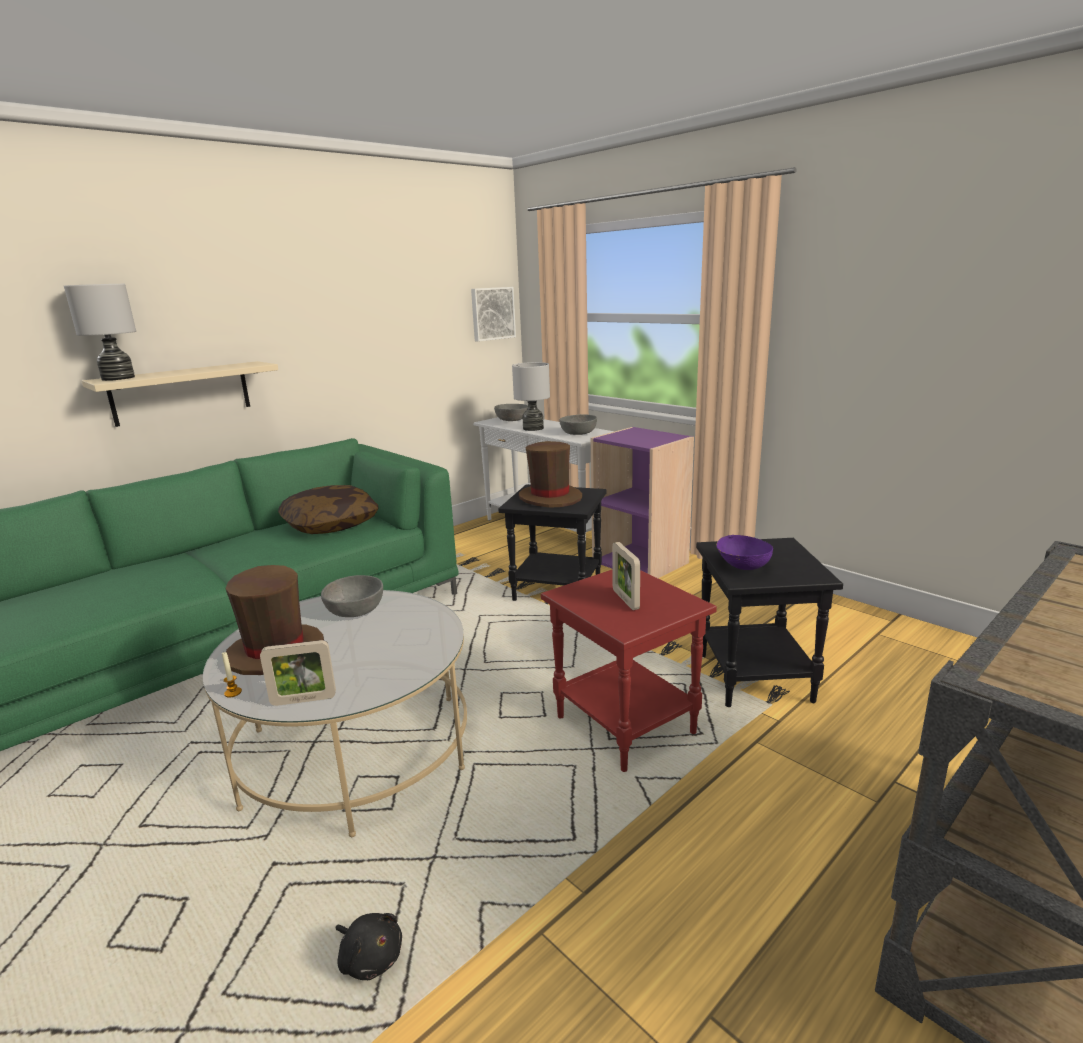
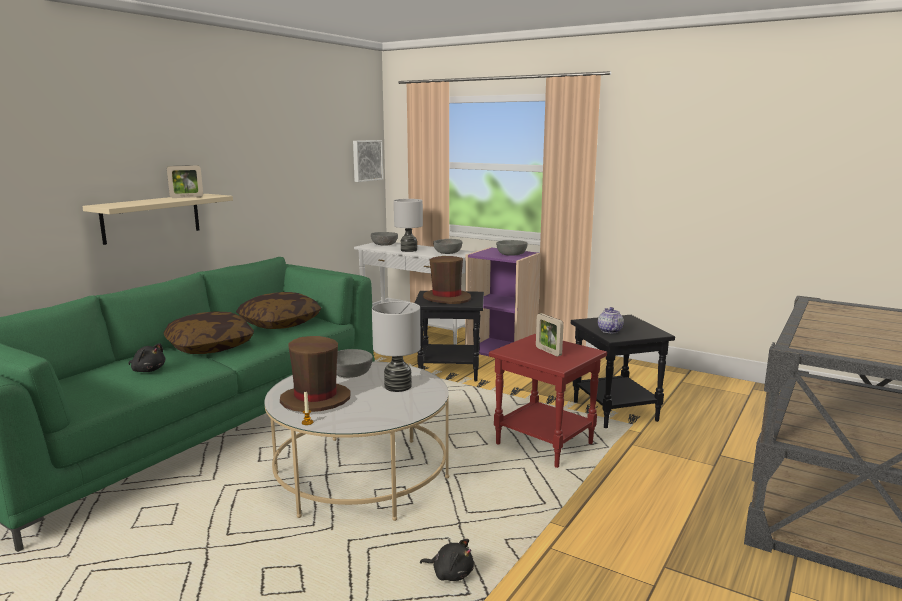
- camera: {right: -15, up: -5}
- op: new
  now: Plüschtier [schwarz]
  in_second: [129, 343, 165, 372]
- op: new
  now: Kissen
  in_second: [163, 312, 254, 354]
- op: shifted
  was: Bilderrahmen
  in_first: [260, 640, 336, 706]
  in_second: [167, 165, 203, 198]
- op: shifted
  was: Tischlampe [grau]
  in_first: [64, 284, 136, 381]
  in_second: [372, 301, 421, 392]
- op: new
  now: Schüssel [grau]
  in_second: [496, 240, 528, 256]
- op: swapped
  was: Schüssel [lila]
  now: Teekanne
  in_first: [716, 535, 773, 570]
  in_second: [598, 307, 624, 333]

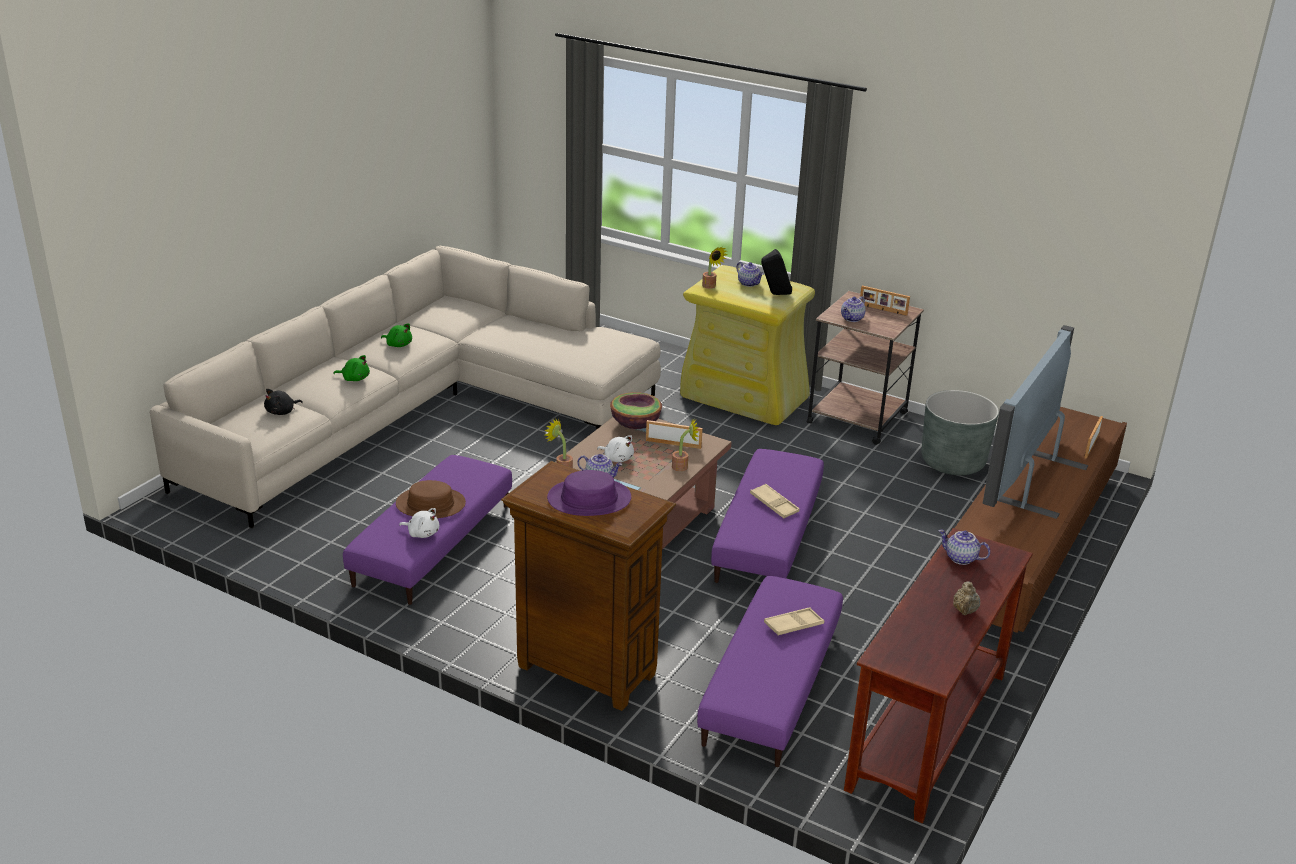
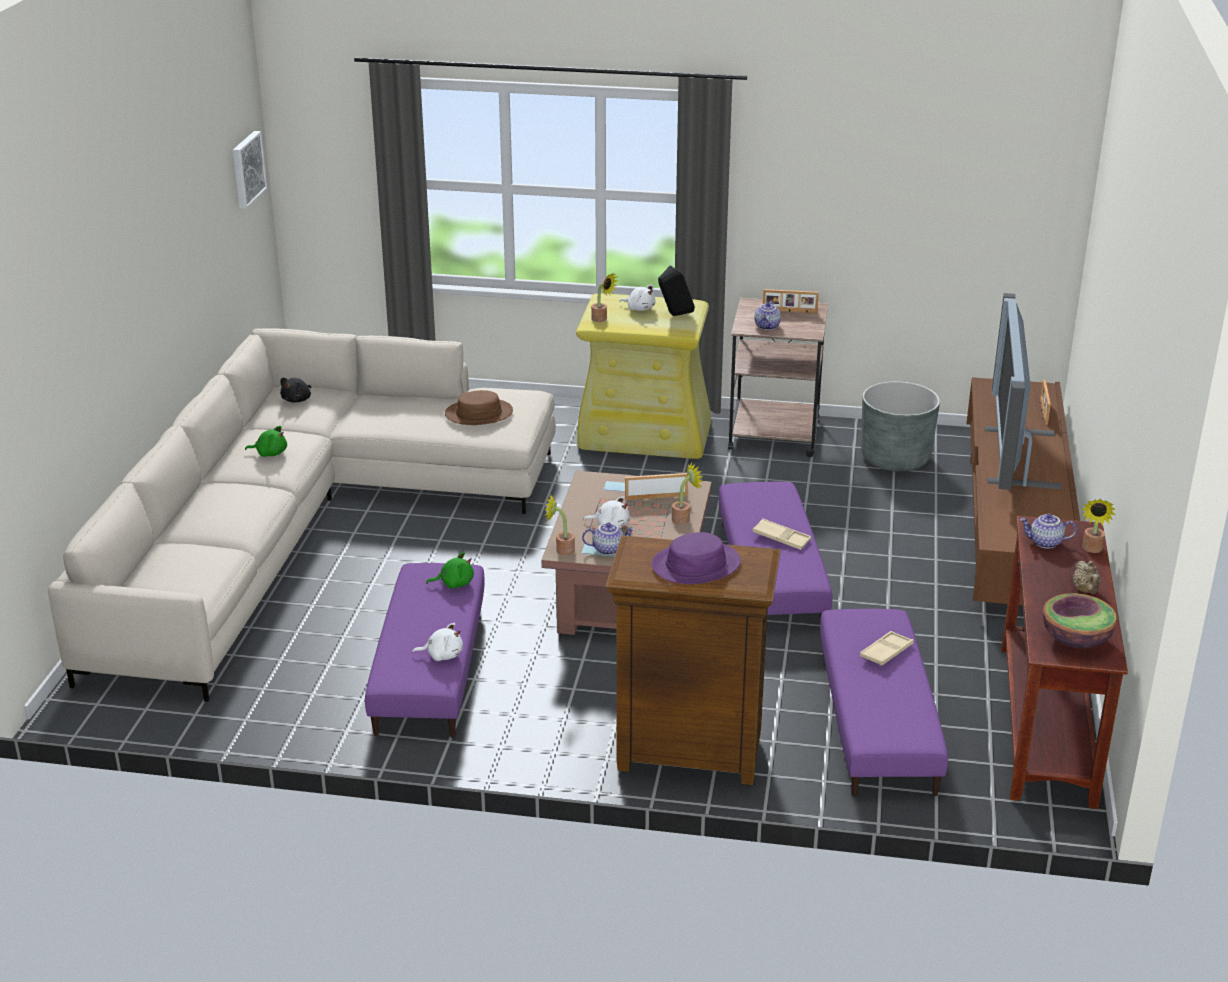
- camera: {right: -20, up: 0}
- op: new
  now: Bild
  in_second: [233, 131, 267, 209]
- op: shifted
  was: Plüschtier [schwarz]
  in_first: [264, 389, 303, 415]
  in_second: [280, 378, 311, 402]
- op: shifted
  was: Plüschtier [grün]
  in_first: [333, 355, 370, 381]
  in_second: [426, 552, 474, 589]
- op: shifted
  was: Hut [braun]
  in_first: [396, 480, 466, 518]
  in_second: [445, 390, 513, 425]
- op: swapped
  was: Teekanne
  now: Plüschtier [weiß]
  in_first: [736, 262, 763, 287]
  in_second: [619, 285, 656, 311]
- op: shifted
  was: Schüssel
  in_first: [610, 392, 662, 429]
  in_second: [1043, 593, 1118, 649]
- op: new
  now: Topfpflanze
  in_second: [1082, 499, 1116, 553]

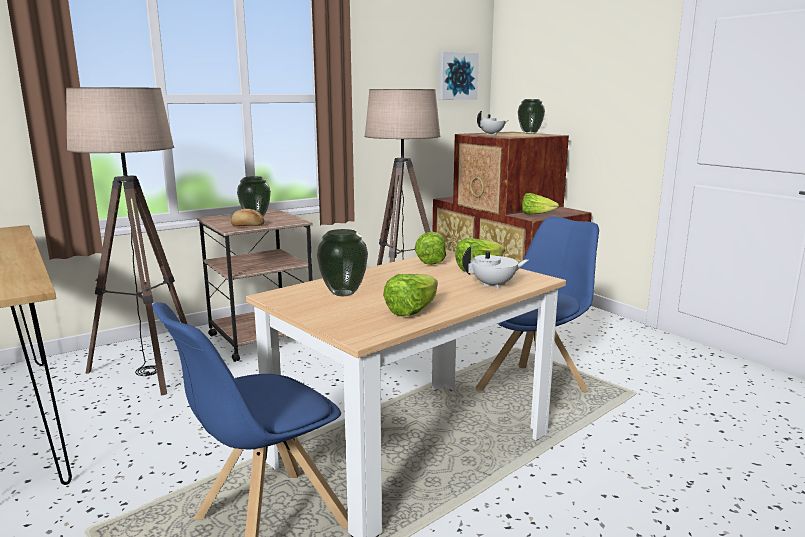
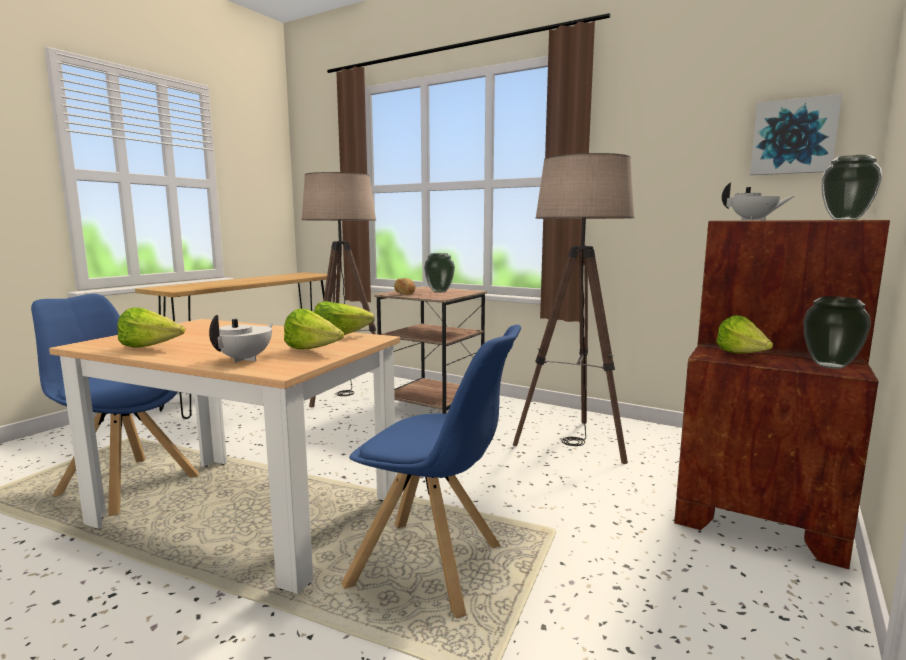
- camera: {right: 65, up: -5}
- op: rotated
  was: Teekanne [weiß]
  in_first: [462, 246, 529, 289]
  in_second: [209, 315, 273, 363]
  clockwise: -120
- op: shifted
  was: Vase
  in_first: [317, 229, 368, 296]
  in_second: [803, 296, 871, 369]

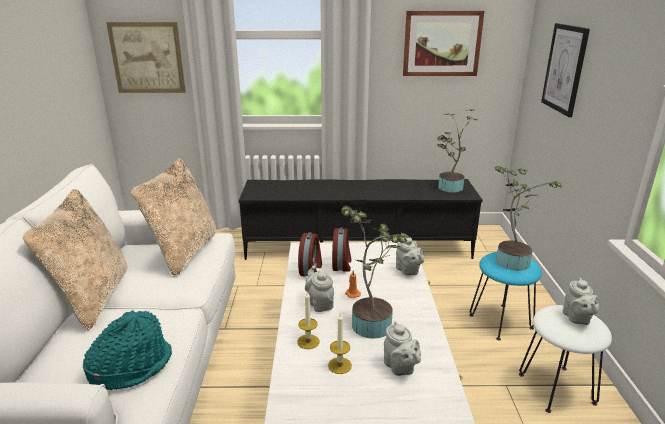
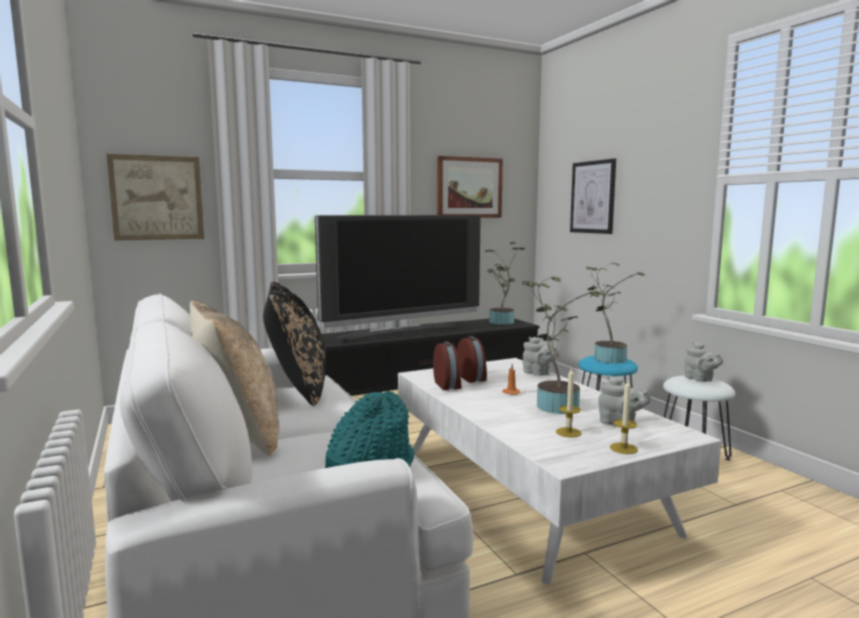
- camera: {right: -25, up: -15}
- op: repainted
  was: Kissen [beige]
  now: Kissen [schwarz]
  in_first: [131, 158, 216, 277]
  in_second: [263, 282, 326, 406]
- op: new
  now: Fernseher
  in_second: [315, 215, 481, 342]
- op: shifted
  was: Kerze
  in_first: [297, 292, 319, 349]
  in_second: [610, 380, 638, 454]
- op: gone
  was: Teekanne [grau]
  in_first: [305, 266, 334, 312]

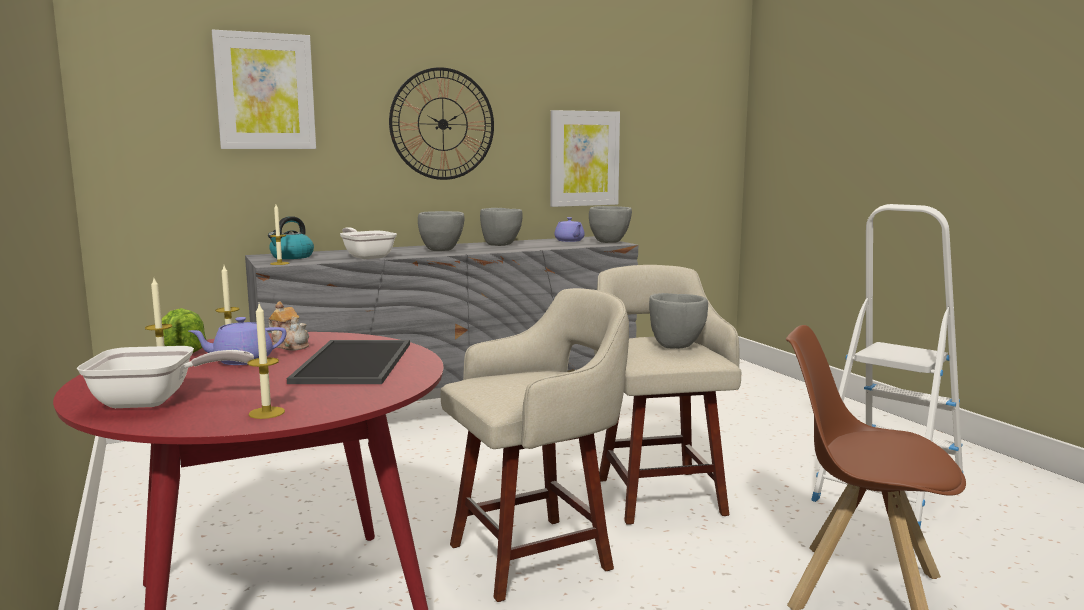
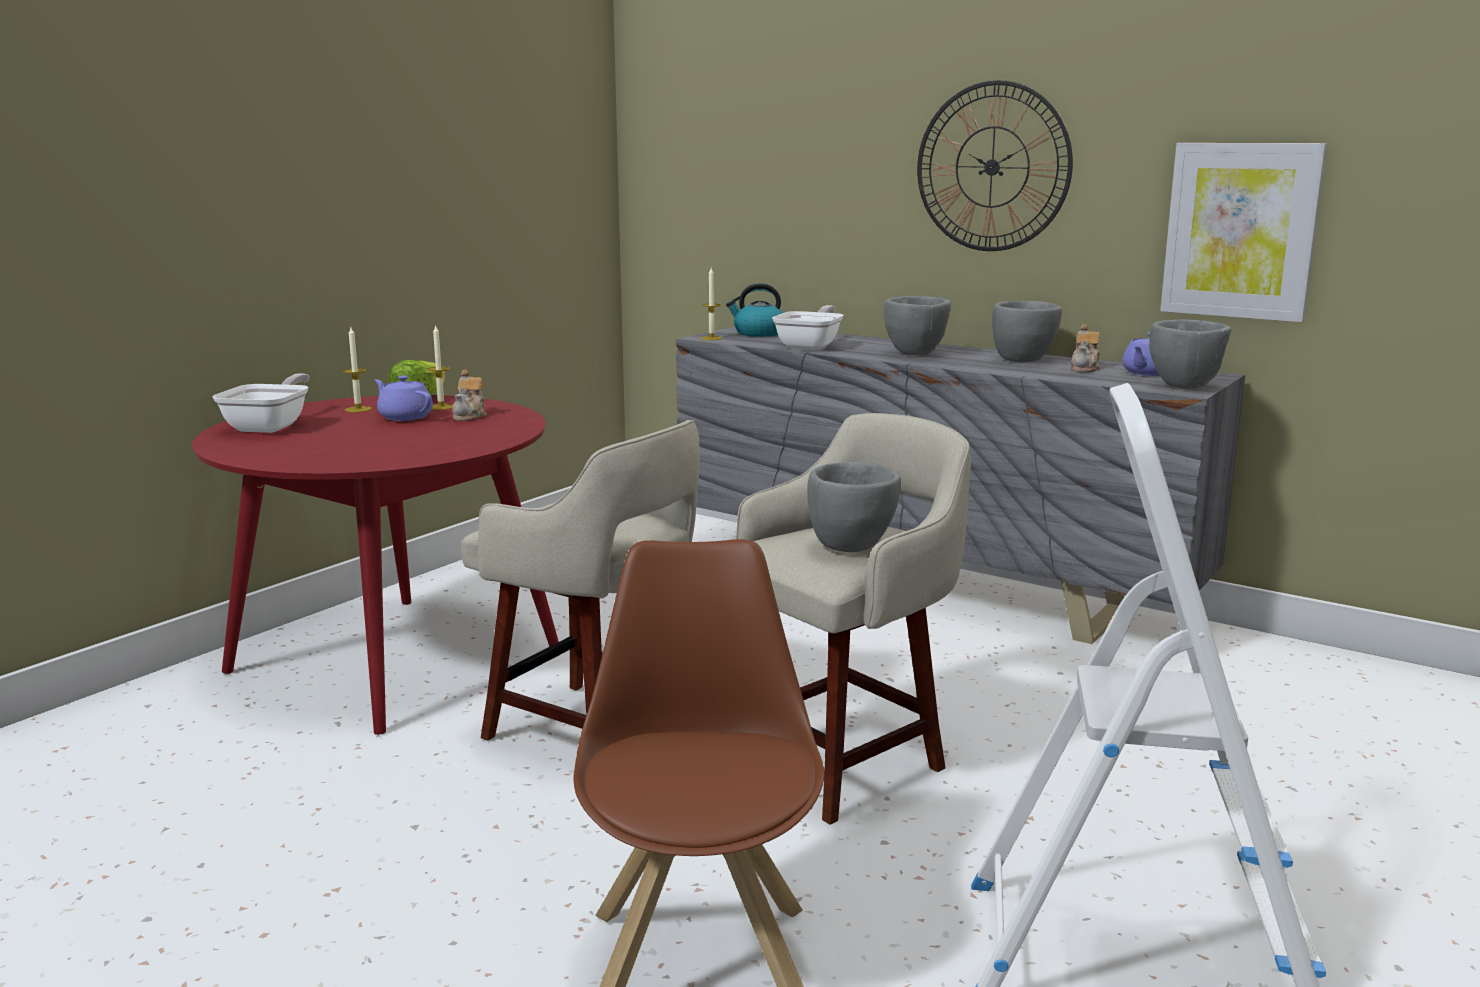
- camera: {right: 60, up: 5}
- op: rotated
  was: Pfanne
  in_first: [77, 346, 254, 408]
  in_second: [212, 374, 309, 433]
  clockwise: -135
- op: new
  now: Teekanne
  in_second: [1071, 324, 1101, 372]
- op: gone
  was: Bild
  in_first: [212, 29, 316, 149]
- op: gone
  was: Kerze
  in_first: [247, 304, 285, 419]
- op: gone
  was: Tablett
  in_first: [287, 340, 410, 384]

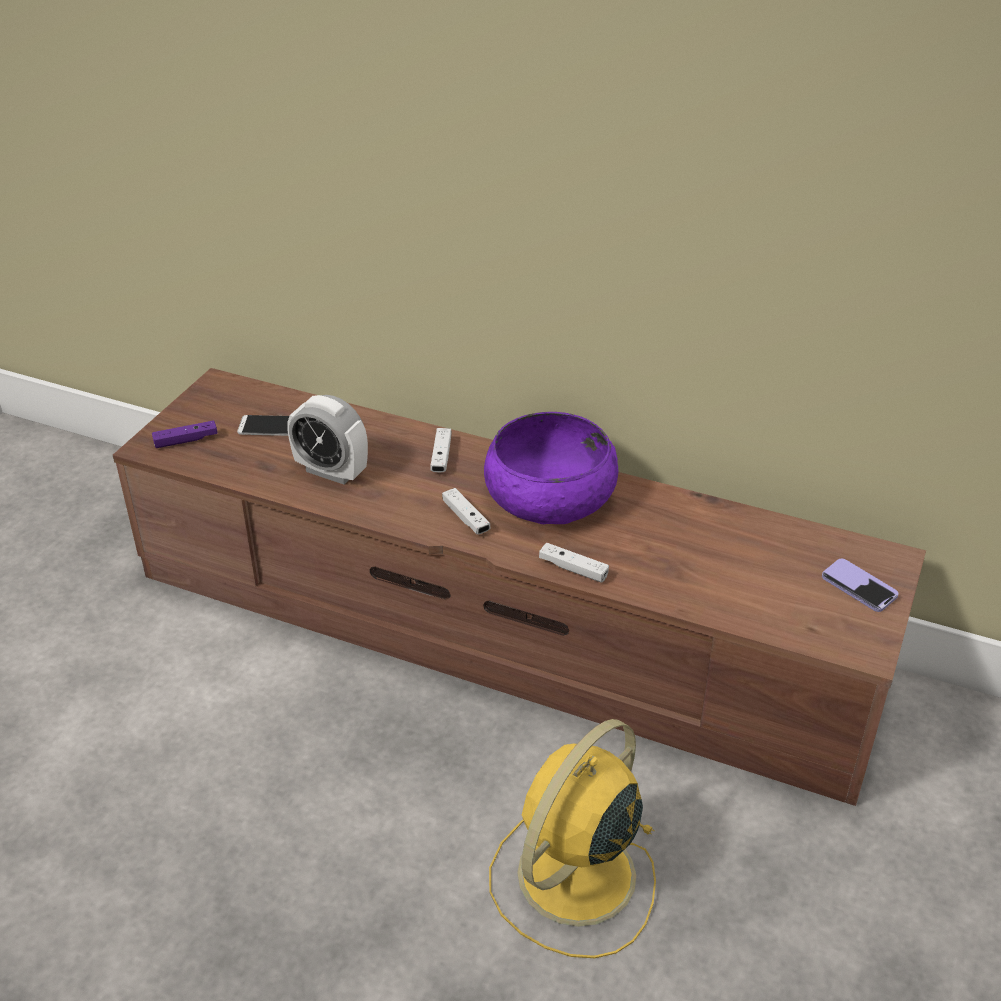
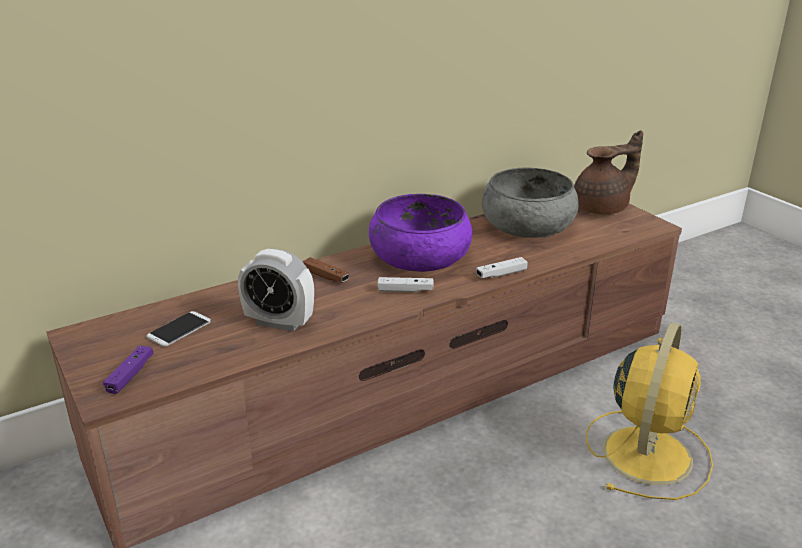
- camera: {right: -55, up: -10}
- op: rotated
  was: Wecker
  in_first: [287, 395, 368, 485]
  in_second: [238, 249, 314, 331]
  clockwise: 45
- op: repainted
  was: Gamepad [weiß]
  now: Gamepad [braun]
  in_first: [430, 428, 451, 472]
  in_second: [302, 257, 350, 283]
- op: new
  now: Schüssel [grau]
  in_second: [482, 168, 579, 238]
- op: swapped
  was: Handy
  now: Teekanne [braun]
  in_first: [822, 559, 898, 612]
  in_second: [574, 130, 643, 215]
- op: rotated
  was: Ventilator [gelb]
  in_first: [489, 719, 656, 958]
  in_second: [586, 322, 713, 500]
  clockwise: -135

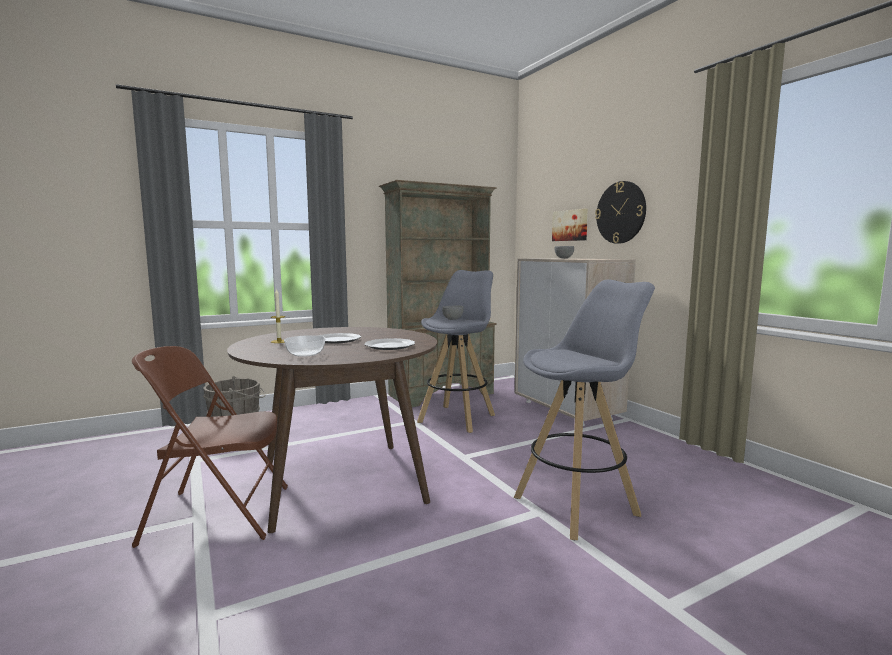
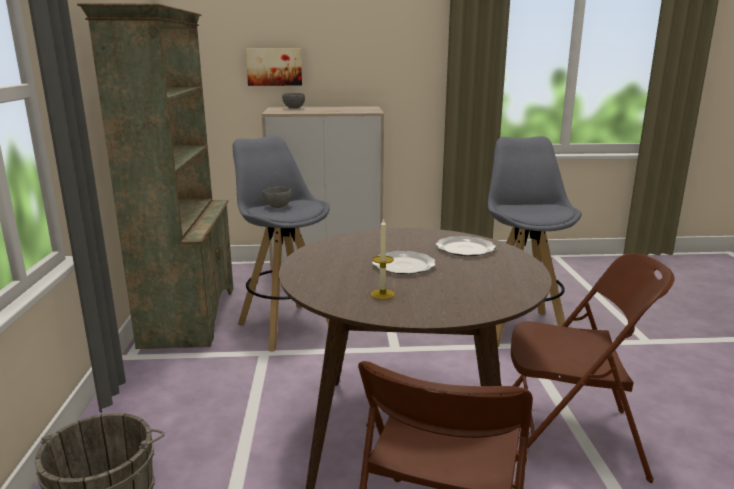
- camera: {right: -65, up: 10}
- op: new
  now: Stuhl [braun]
  in_second: [511, 253, 675, 483]
- op: gone
  was: Schüssel
  in_first: [284, 335, 326, 357]
- op: gone
  was: Wanduhr
  in_first: [595, 181, 646, 244]

